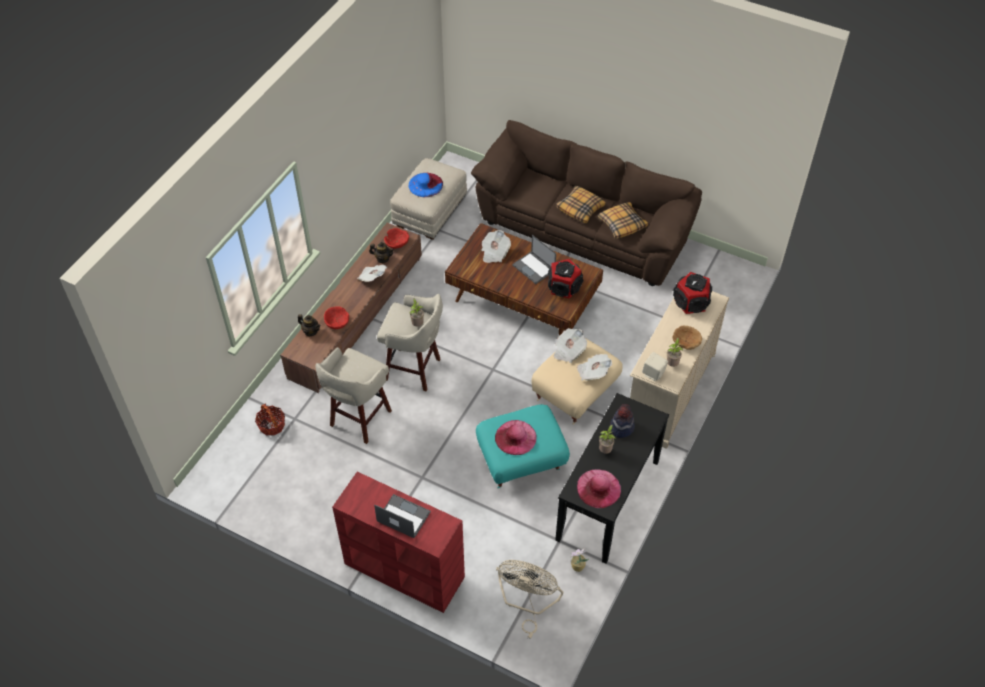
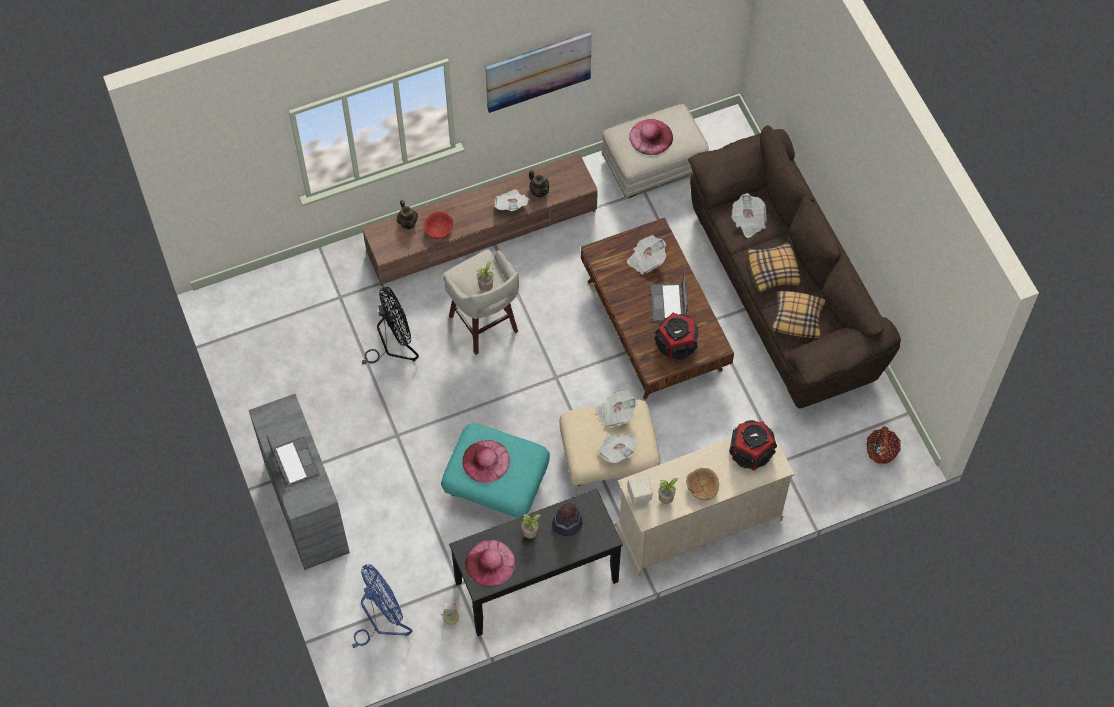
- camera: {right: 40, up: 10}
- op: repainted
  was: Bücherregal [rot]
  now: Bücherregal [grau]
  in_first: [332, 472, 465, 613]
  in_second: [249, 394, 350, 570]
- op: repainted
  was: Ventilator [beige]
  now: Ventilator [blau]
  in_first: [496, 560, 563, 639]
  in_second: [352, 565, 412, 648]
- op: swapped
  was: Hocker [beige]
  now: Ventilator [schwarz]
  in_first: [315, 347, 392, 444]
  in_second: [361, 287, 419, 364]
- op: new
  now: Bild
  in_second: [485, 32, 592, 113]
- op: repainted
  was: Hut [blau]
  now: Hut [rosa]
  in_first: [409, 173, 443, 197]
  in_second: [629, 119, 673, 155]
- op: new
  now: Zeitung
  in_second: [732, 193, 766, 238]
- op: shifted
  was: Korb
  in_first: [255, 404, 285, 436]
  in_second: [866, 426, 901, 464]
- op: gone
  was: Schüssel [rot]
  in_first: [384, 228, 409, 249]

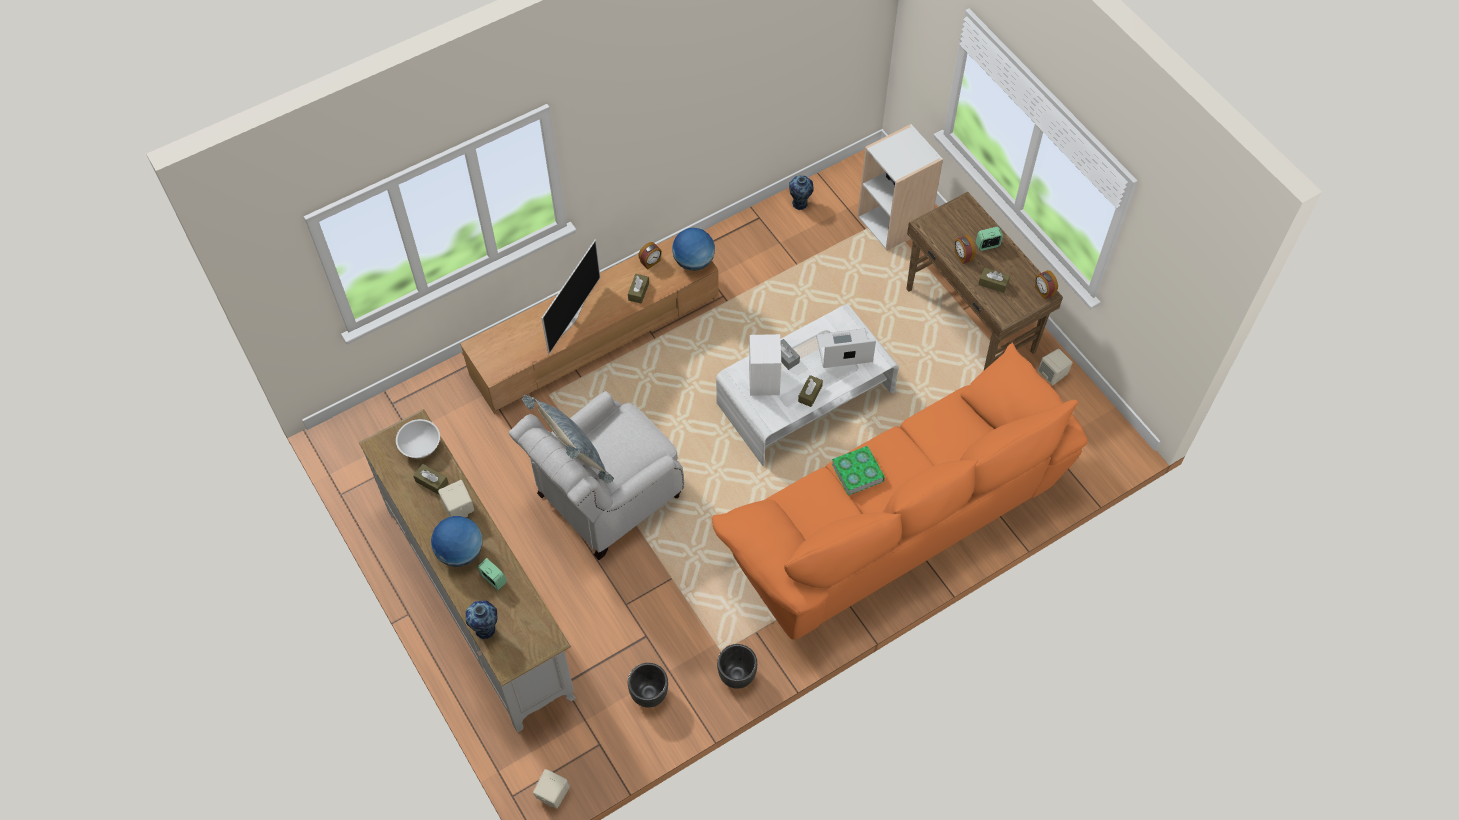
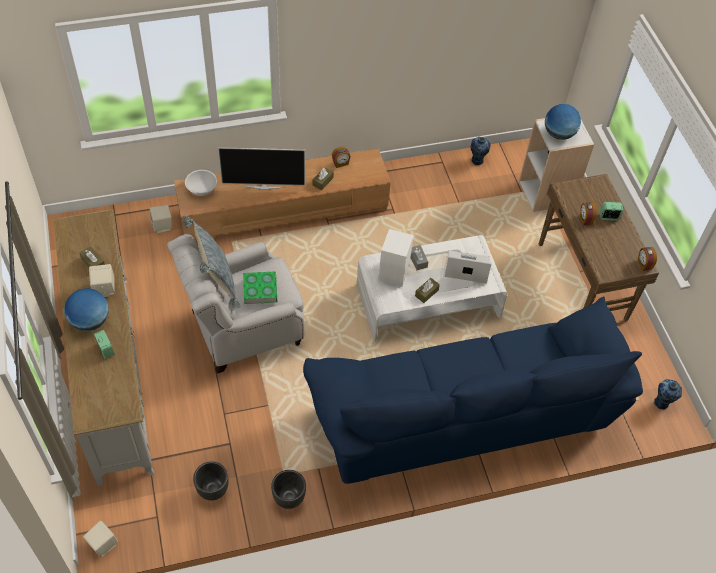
- camera: {right: 15, up: -5}
- op: shifted
  was: Lautsprecher [beige]
  in_first: [1038, 349, 1073, 385]
  in_second: [150, 205, 172, 233]
- op: shifted
  was: Schüssel [weiß]
  in_first: [396, 419, 440, 458]
  in_second: [185, 170, 217, 196]
- op: rotated
  was: Fernseher
  in_first: [541, 240, 600, 354]
  in_second: [218, 147, 306, 190]
  clockwise: 45
- op: shifted
  was: Buch
  in_first: [832, 446, 885, 496]
  in_second: [243, 271, 277, 304]
- op: repainted
  was: Sofa [orange]
  now: Sofa [blau]
  in_first: [712, 342, 1088, 640]
  in_second: [303, 297, 643, 484]
- op: shifted
  was: Globus
  in_first: [672, 228, 715, 271]
  in_second: [545, 104, 581, 140]
- op: shifted
  was: Vase
  in_first: [466, 600, 497, 639]
  in_second: [654, 379, 682, 410]
- op: gone
  was: Taschentuchbox [braun]
  in_first: [978, 267, 1010, 293]

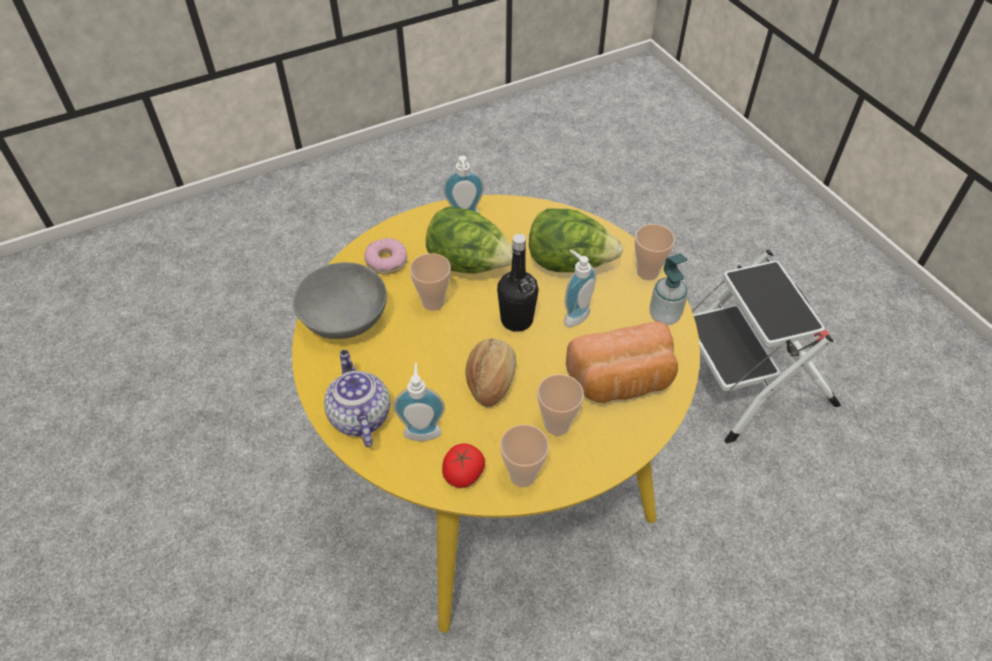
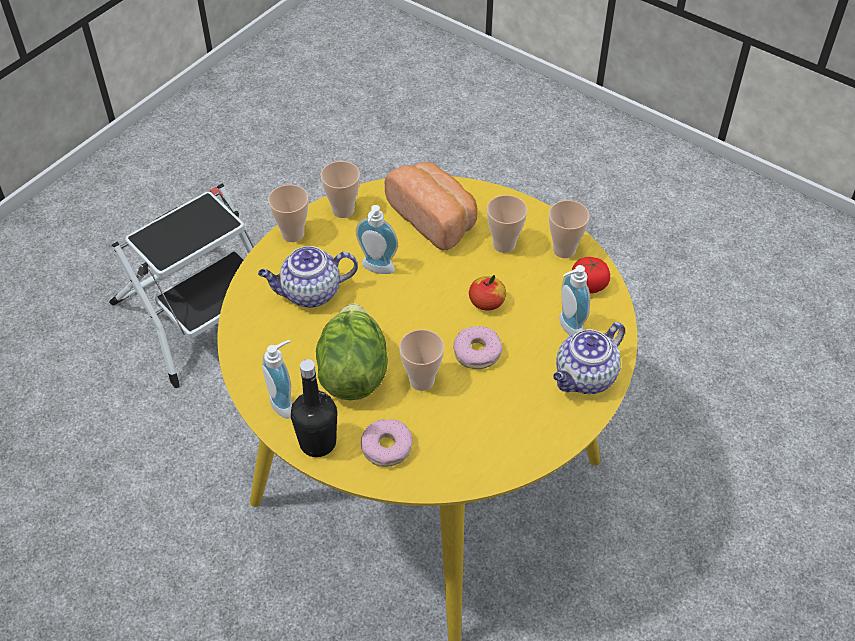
- camera: {right: -115, up: 0}
- op: swapped
  was: Salatkopf
  now: Teekanne
  in_first: [529, 208, 623, 272]
  in_second: [258, 246, 358, 308]
- op: shifted
  was: Flasche [schwarz]
  in_first: [497, 234, 539, 332]
  in_second: [291, 359, 337, 457]
- op: swapped
  was: Seifenspender
  now: Tasse
  in_first: [650, 253, 688, 325]
  in_second: [321, 161, 360, 218]
- op: new
  now: Donut
  in_second: [453, 326, 502, 369]
- op: swapped
  was: Brot
  now: Apfel
  in_first: [465, 338, 516, 407]
  in_second: [469, 275, 506, 311]
- op: gone
  was: Schüssel [grau]
  in_first: [293, 262, 387, 339]

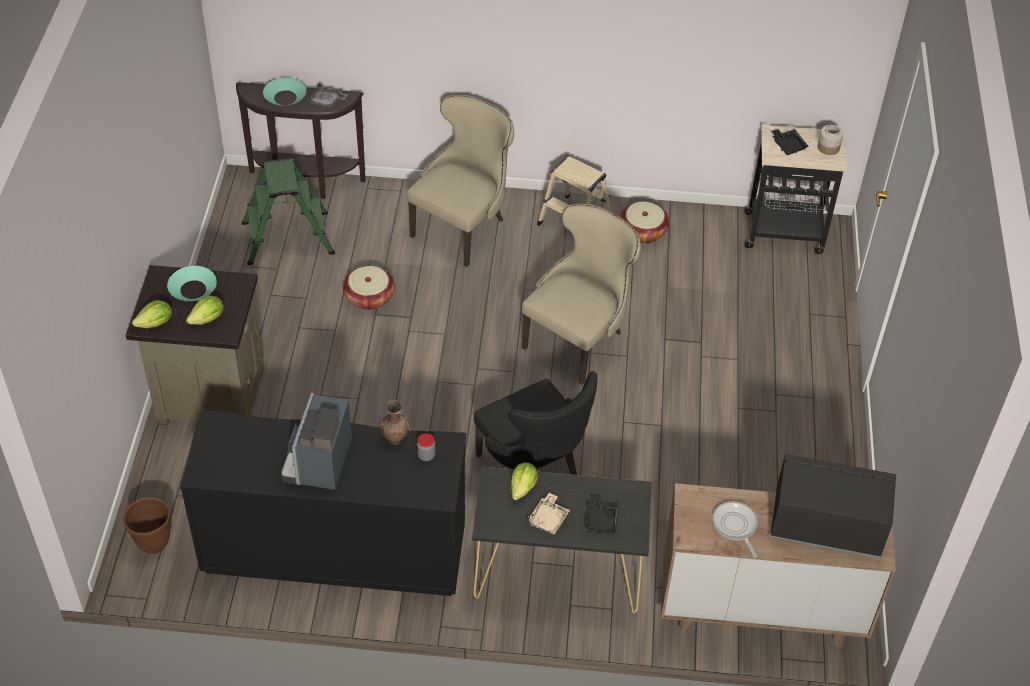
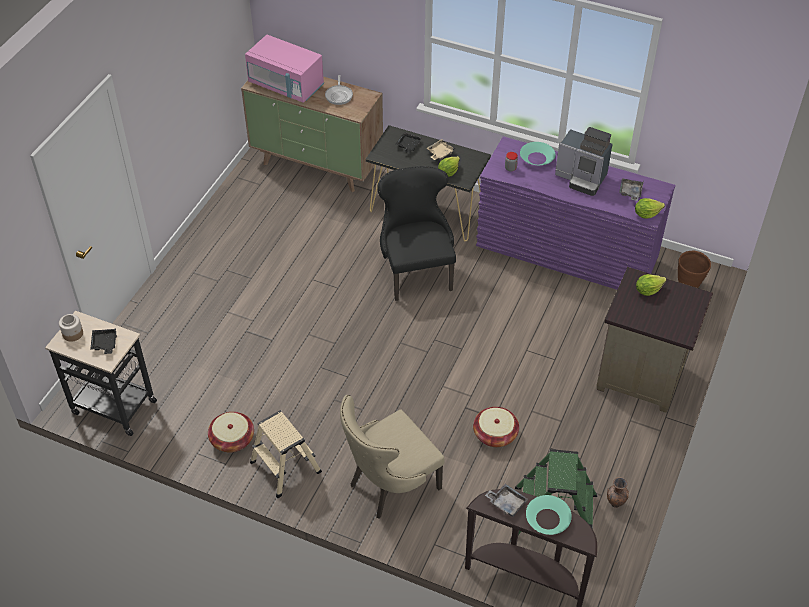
- camera: {right: -160, up: 0}
- op: repainted
  was: Mikrowelle [schwarz]
  now: Mikrowelle [rosa]
  in_first: [770, 454, 896, 558]
  in_second: [245, 35, 324, 103]
- op: repainted
  was: Kommode [schwarz]
  now: Kommode [lila]
  in_first: [180, 409, 466, 596]
  in_second: [476, 137, 675, 290]
- op: shifted
  was: Schüssel [türkis]
  in_first: [167, 266, 217, 301]
  in_second: [520, 142, 555, 165]
- op: rotated
  was: Kaffeemaschine
  in_first: [281, 393, 352, 490]
  in_second: [555, 127, 613, 196]
  clockwise: 90
- op: shifted
  was: Vase [braun]
  in_first: [380, 400, 409, 445]
  in_second: [607, 477, 629, 508]
- op: new
  now: Tablett [grau]
  in_second: [619, 178, 644, 201]
- op: shifted
  was: Salatkopf
  in_first: [132, 300, 172, 328]
  in_second: [635, 198, 665, 218]
- op: gone
  was: Stuhl [beige]
  in_first: [522, 204, 641, 385]

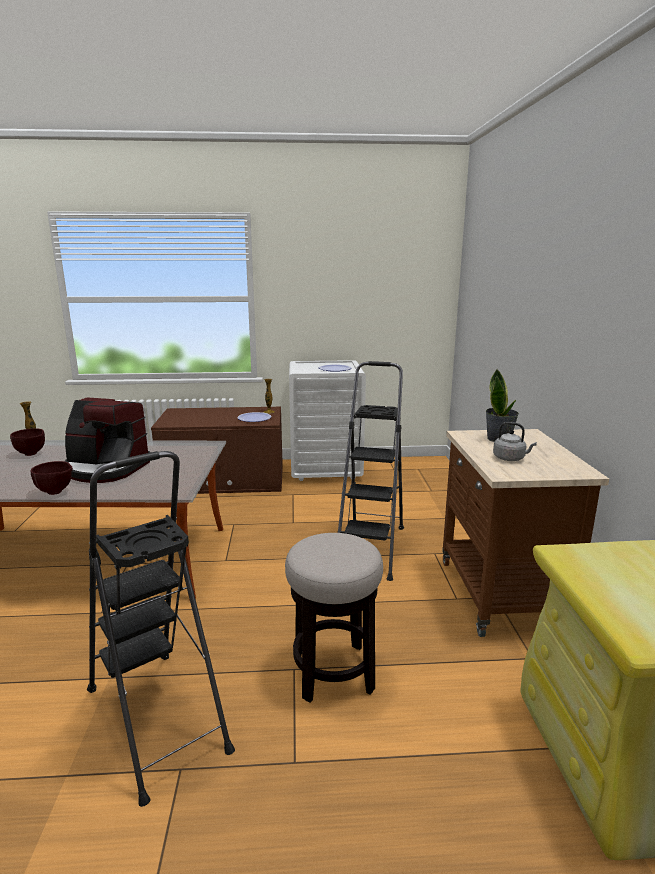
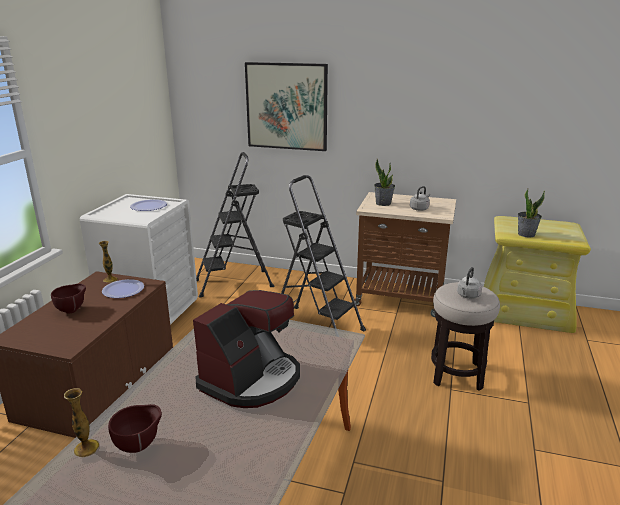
- camera: {right: -70, up: 5}
- op: shifted
  was: Schüssel [braun]
  in_first: [31, 461, 73, 495]
  in_second: [51, 284, 86, 314]
- op: shifted
  was: Trittleiter
  in_first: [87, 451, 235, 807]
  in_second: [196, 152, 274, 298]
- op: new
  now: Bild
  in_second: [245, 62, 328, 151]
- op: new
  now: Wasserkessel [grau]
  in_second: [457, 267, 482, 299]
- op: new
  now: Topfpflanze
  in_second: [518, 189, 545, 237]

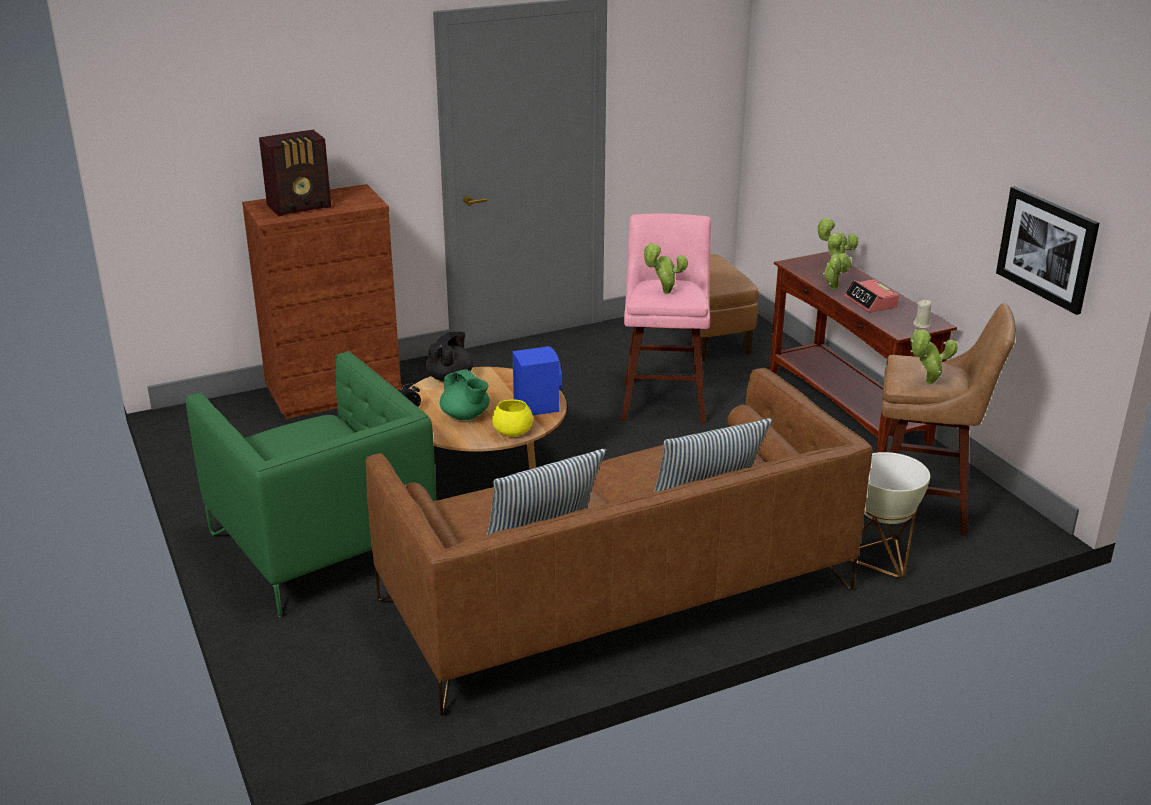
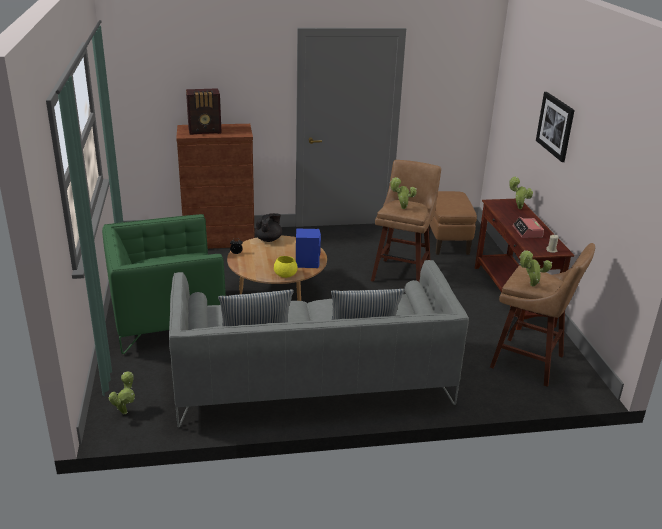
- camera: {right: 15, up: 0}
- op: rotated
  was: Sessel [grün]
  in_first: [186, 351, 437, 617]
  in_second: [102, 214, 226, 355]
  clockwise: 90
- op: shifted
  was: Topfpflanze
  in_first: [823, 233, 852, 290]
  in_second: [109, 371, 135, 414]
- op: repainted
  was: Sofa [braun]
  now: Sofa [grau]
  in_first: [366, 368, 873, 716]
  in_second: [169, 260, 469, 427]
- op: repainted
  was: Hocker [rosa]
  now: Hocker [braun]
  in_first: [621, 214, 711, 424]
  in_second: [371, 160, 441, 282]
- op: shifted
  was: Bild
  in_first: [996, 186, 1099, 315]
  in_second: [536, 92, 575, 162]
- op: gone
  was: Teekanne [grün]
  in_first: [440, 369, 490, 420]
- op: gone
  was: Pflanzkübel
  in_first: [849, 452, 930, 578]

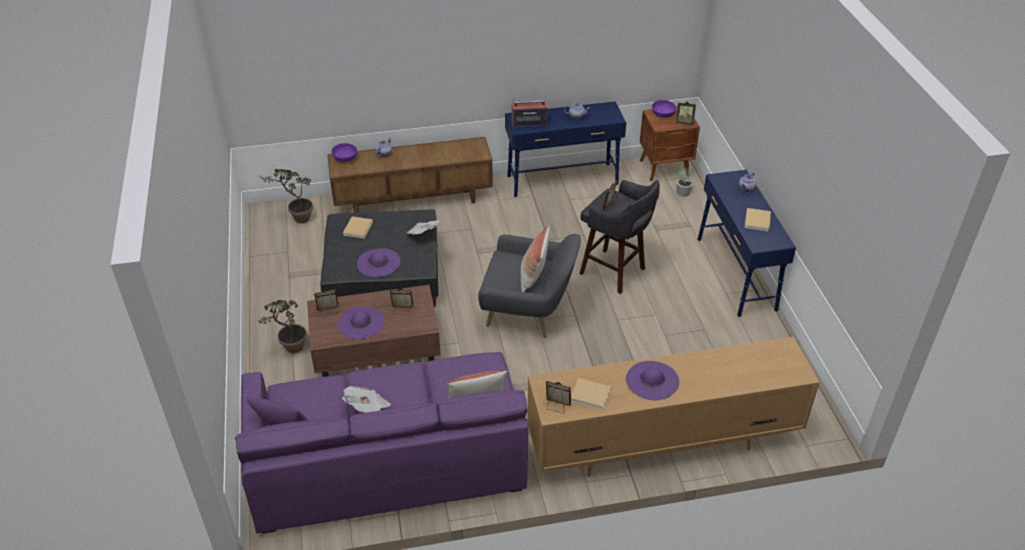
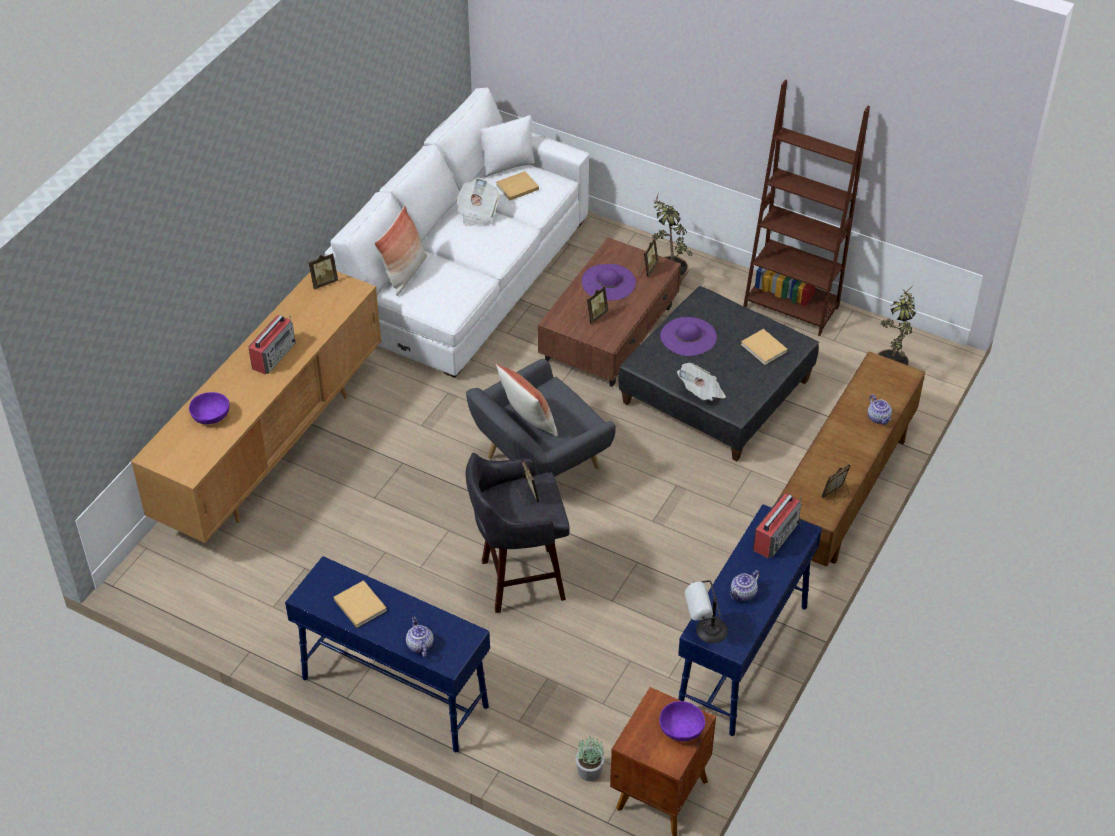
- camera: {right: 130, up: 5}
- op: shifted
  was: Schüssel [lila]
  in_first: [331, 143, 357, 162]
  in_second: [189, 392, 229, 424]
- op: swapped
  was: Hut [lila]
  now: Radio
  in_first: [626, 361, 679, 400]
  in_second: [248, 315, 296, 375]
- op: repainted
  was: Sofa [lila]
  now: Sofa [weiß]
  in_first: [235, 352, 529, 534]
  in_second: [325, 87, 589, 378]
- op: shifted
  was: Buch [beige]
  in_first: [571, 378, 611, 410]
  in_second: [496, 171, 539, 201]
- op: new
  now: Tischlampe
  in_second: [684, 580, 728, 643]
- op: new
  now: Bücherregal [braun]
  in_second: [743, 79, 870, 336]
- op: shifted
  was: Bilderrahmen
  in_first: [675, 101, 696, 125]
  in_second: [821, 464, 850, 504]

